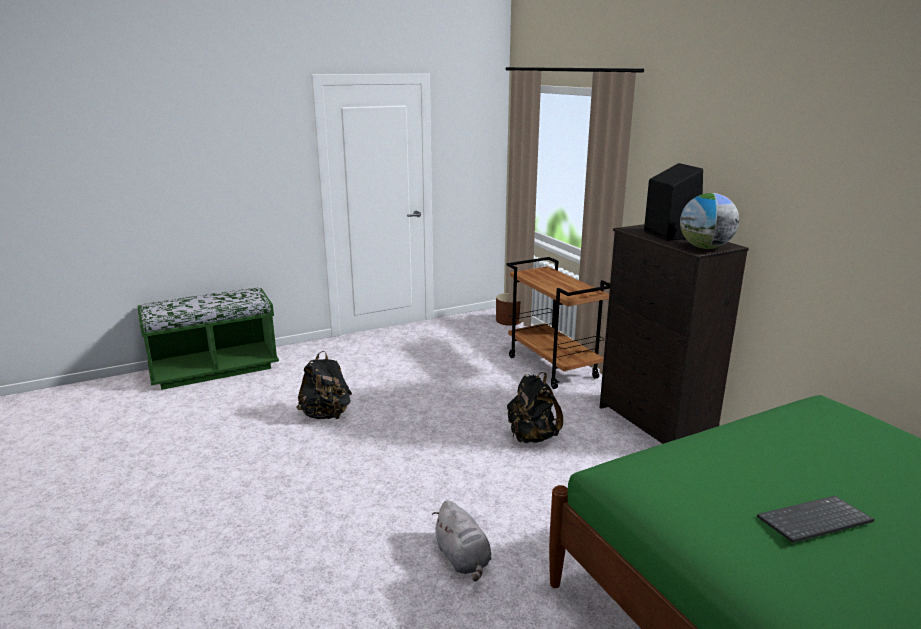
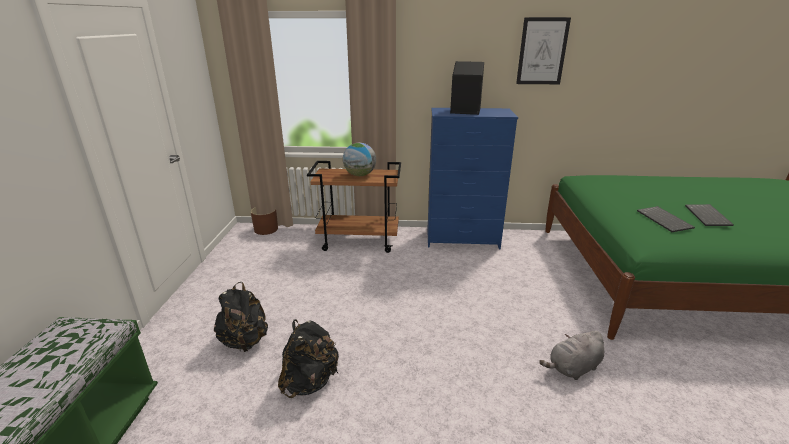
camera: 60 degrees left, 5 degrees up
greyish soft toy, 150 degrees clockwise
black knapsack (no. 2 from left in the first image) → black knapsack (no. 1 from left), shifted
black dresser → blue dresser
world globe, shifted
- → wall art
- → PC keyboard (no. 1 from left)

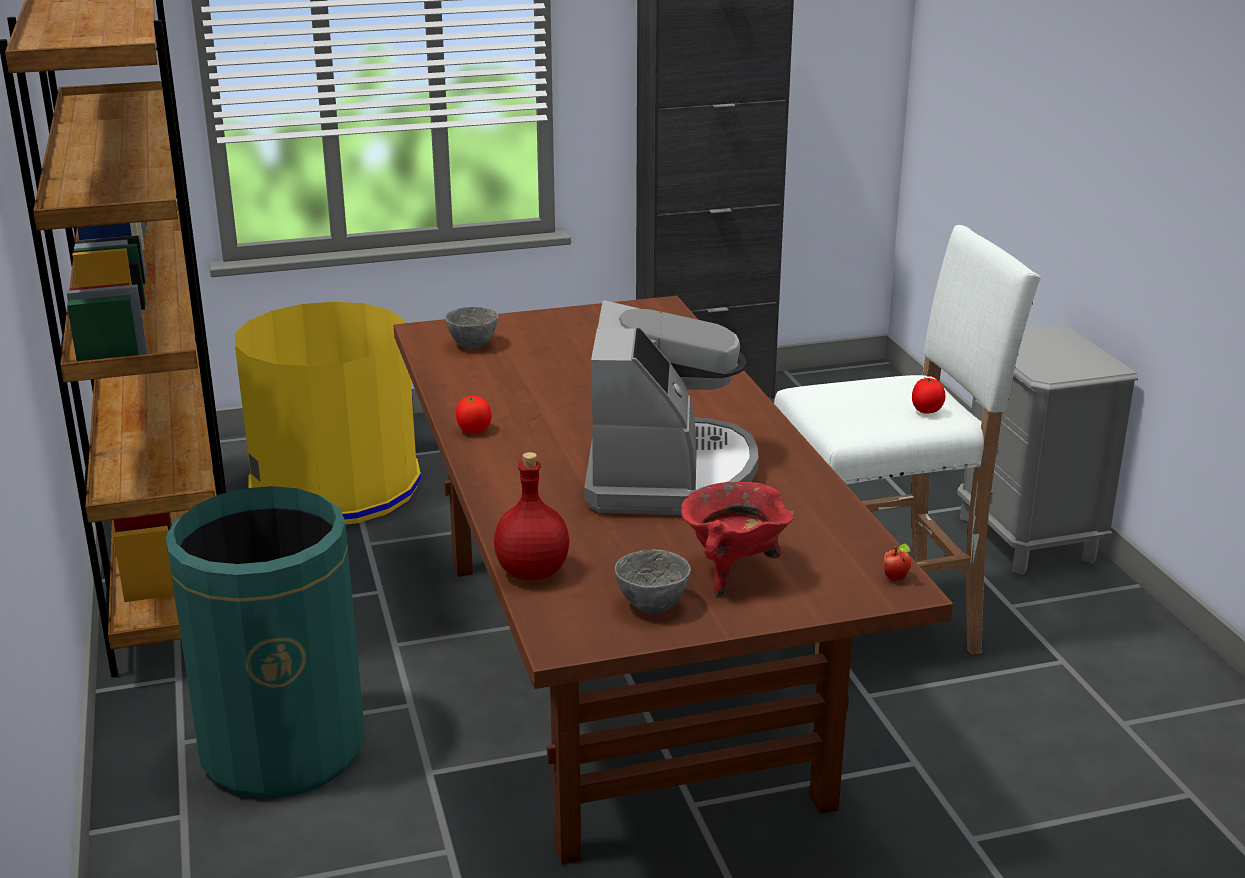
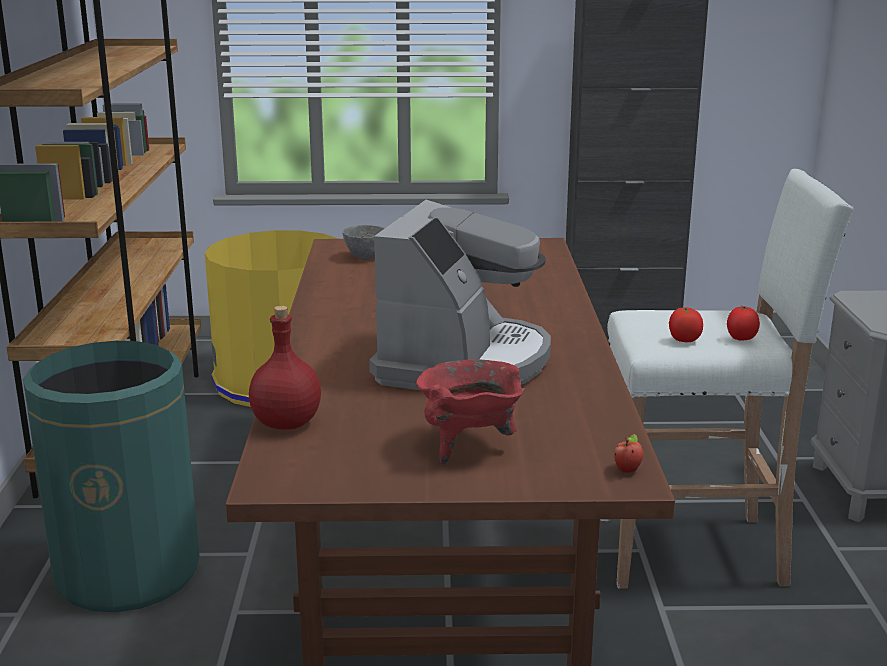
camera: 15 degrees right, 5 degrees down
whole tomato (no. 1 from left), shifted
greyish bowl (no. 2 from left) → -

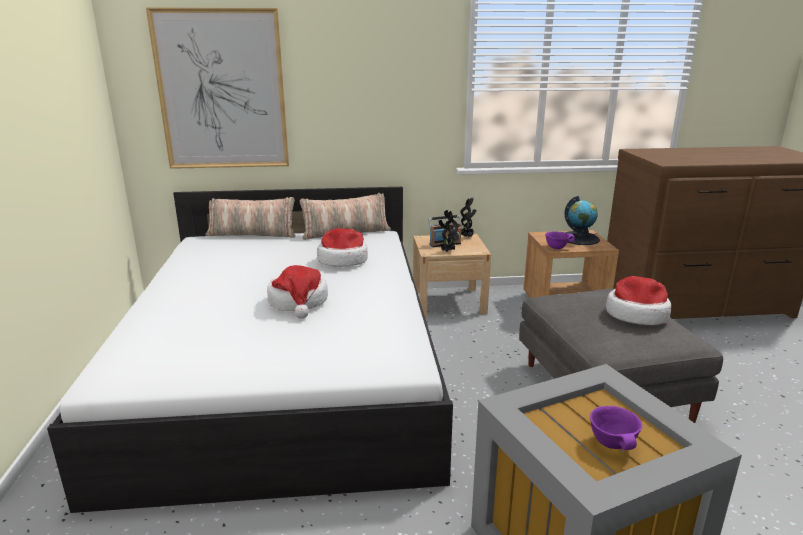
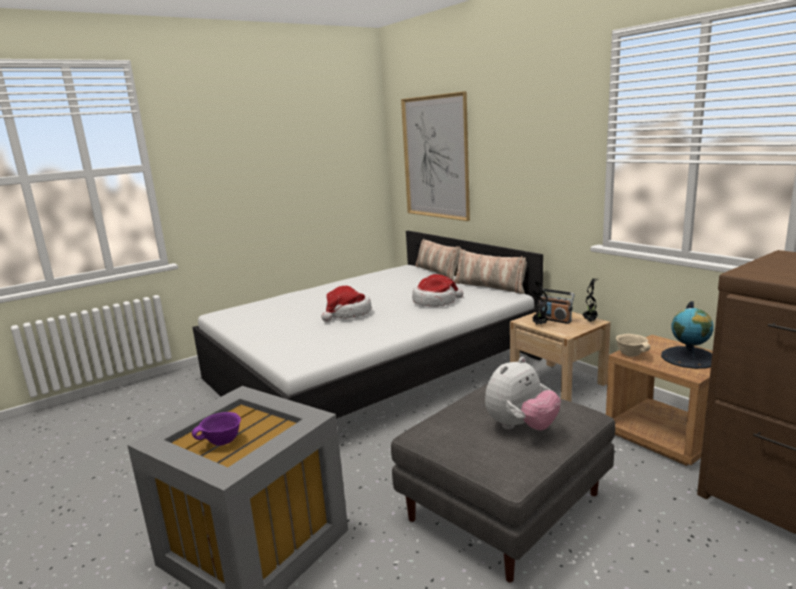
camera: 60 degrees right, 5 degrees down
purple bowl (no. 1 from left) → beige-coloured bowl
clothing hat (no. 3 from left) → soft toy

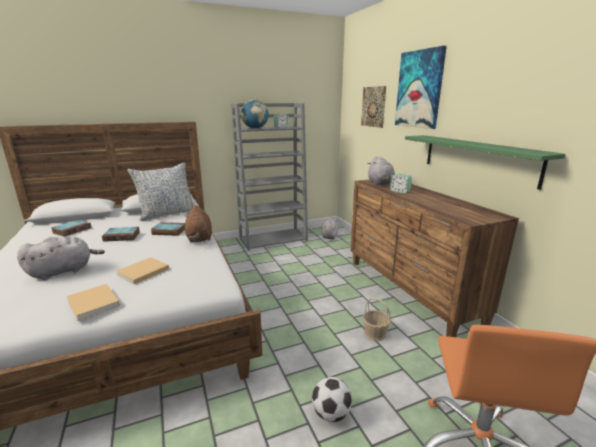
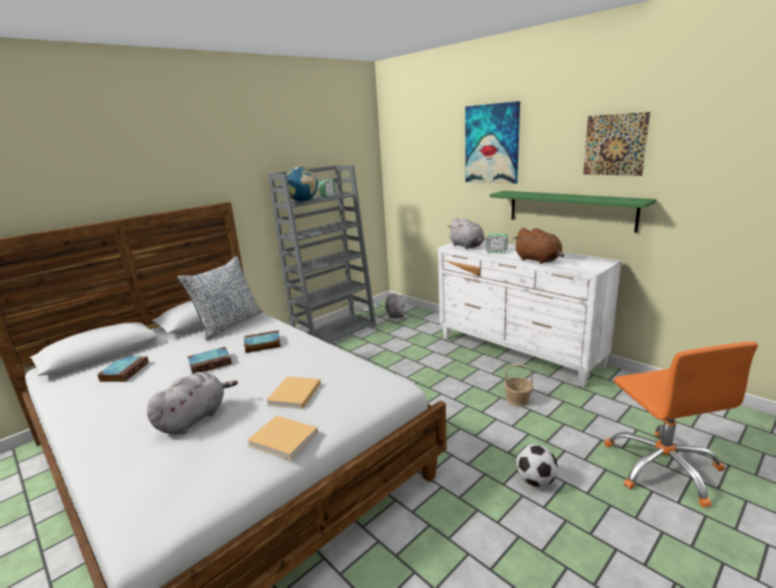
camera: 20 degrees left, 0 degrees up
brown soft toy, shifted
brown dresser → whitish dresser
wall art (no. 1 from left in the first image) → wall art (no. 2 from left), shifted

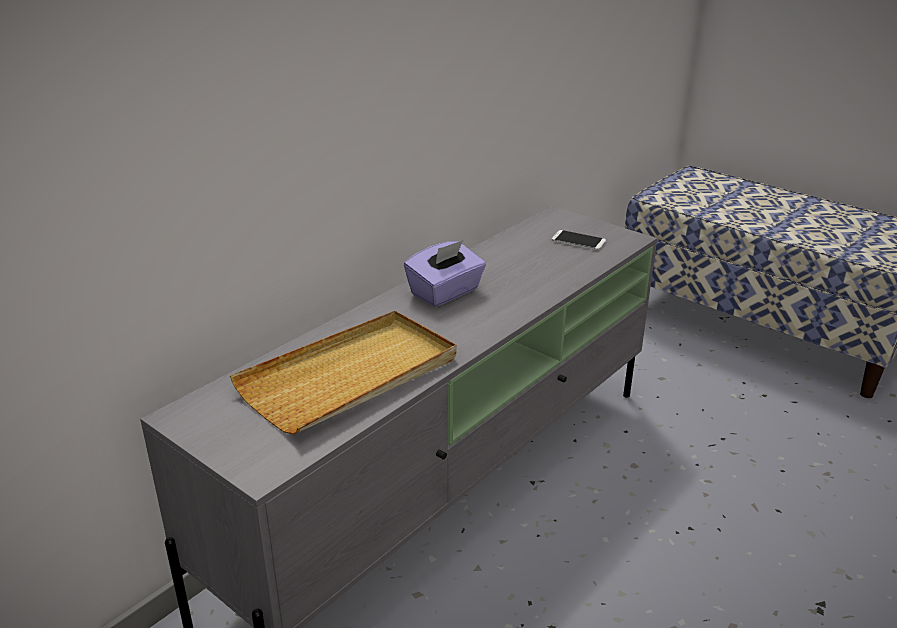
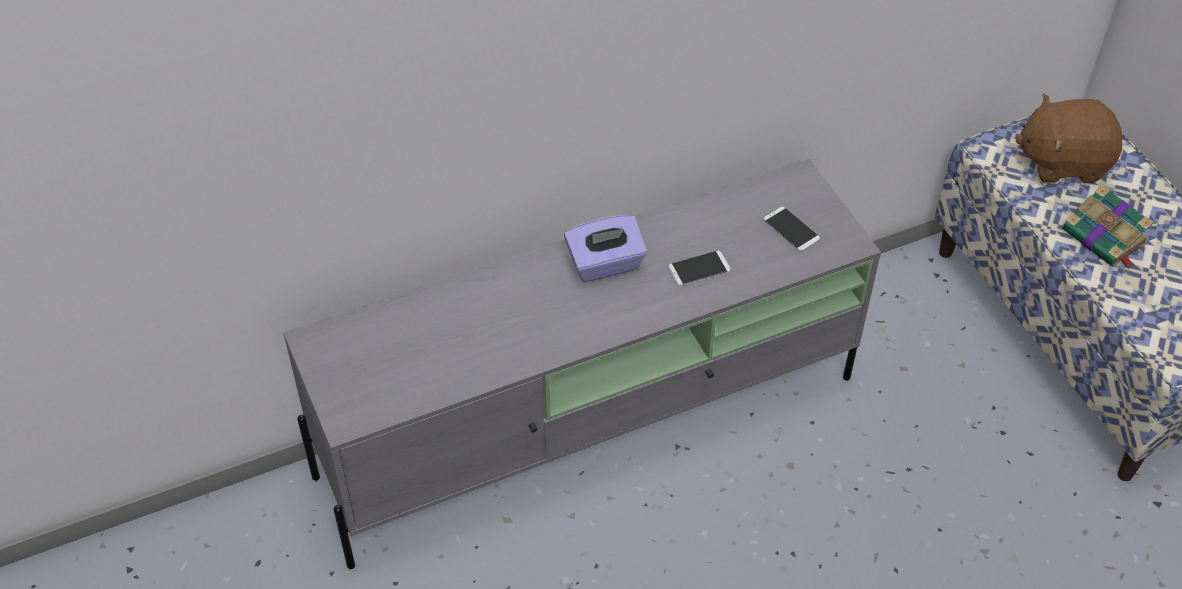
camera: 25 degrees right, 20 degrees up
beige-coloured carrying tray → -
- → handset (no. 1 from left)
- → brown soft toy
- → book

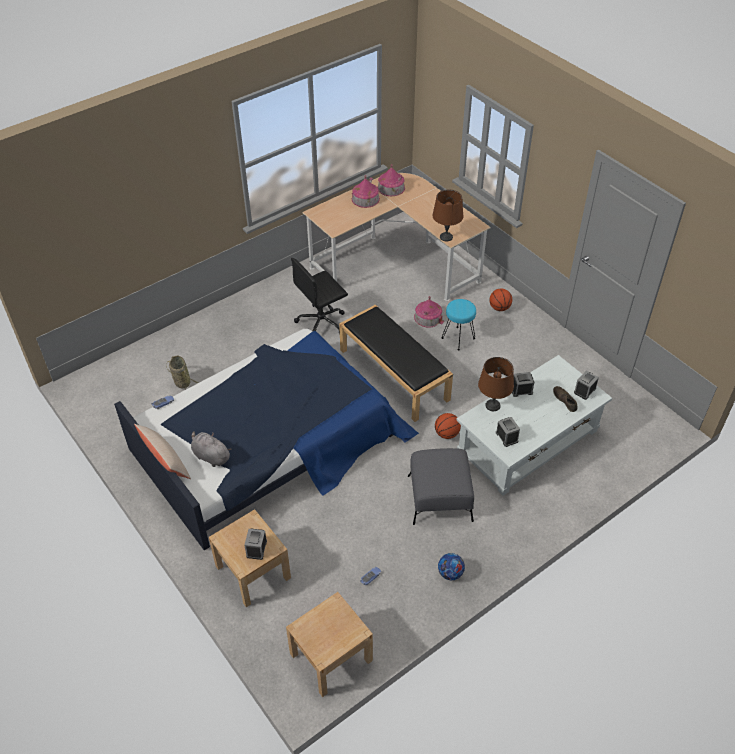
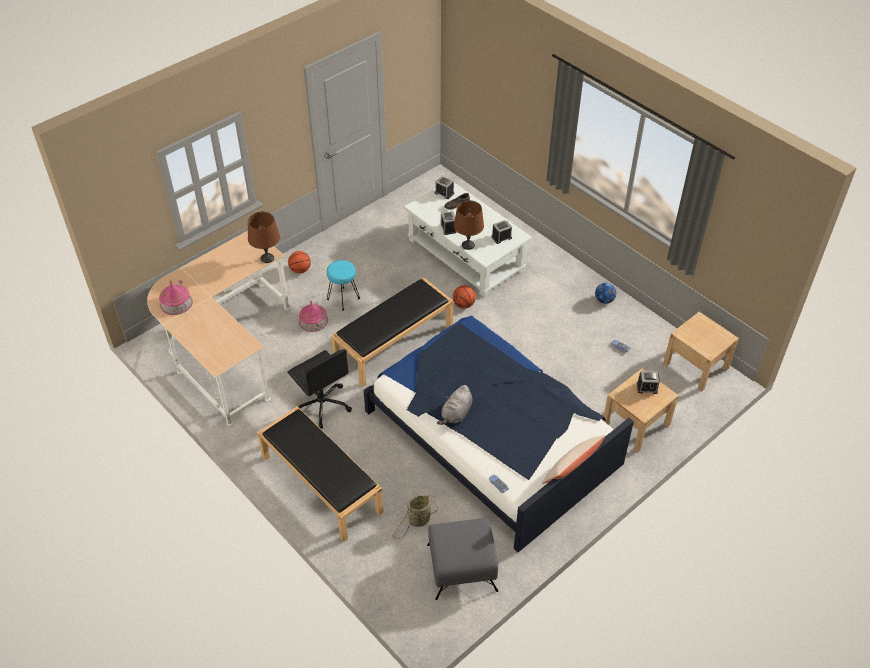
camera: 95 degrees left, 0 degrees up
greyish soft toy, shifted
toy house (no. 1 from left) → -
greyish pouffe, shifted
- → black bench (no. 1 from left)

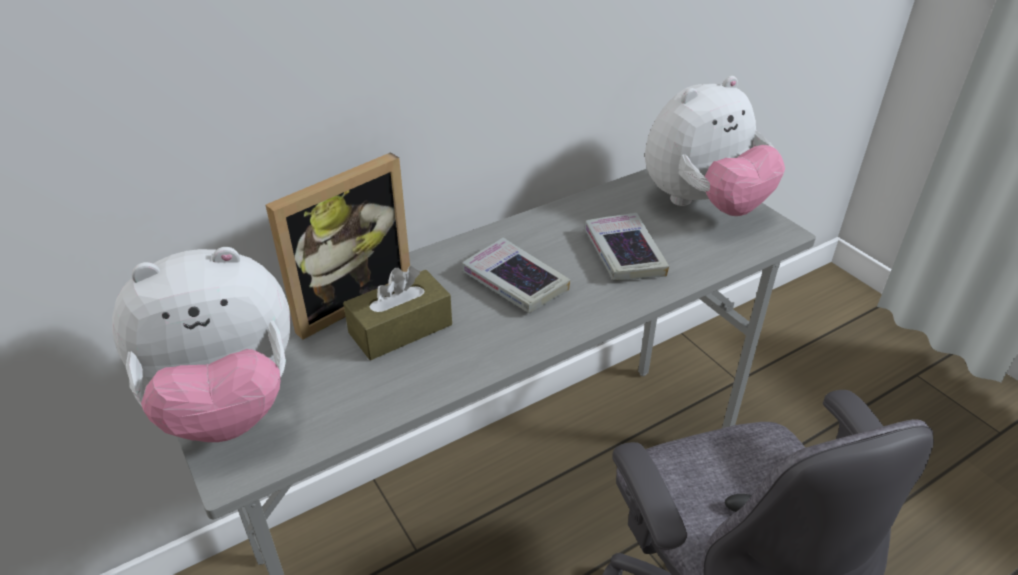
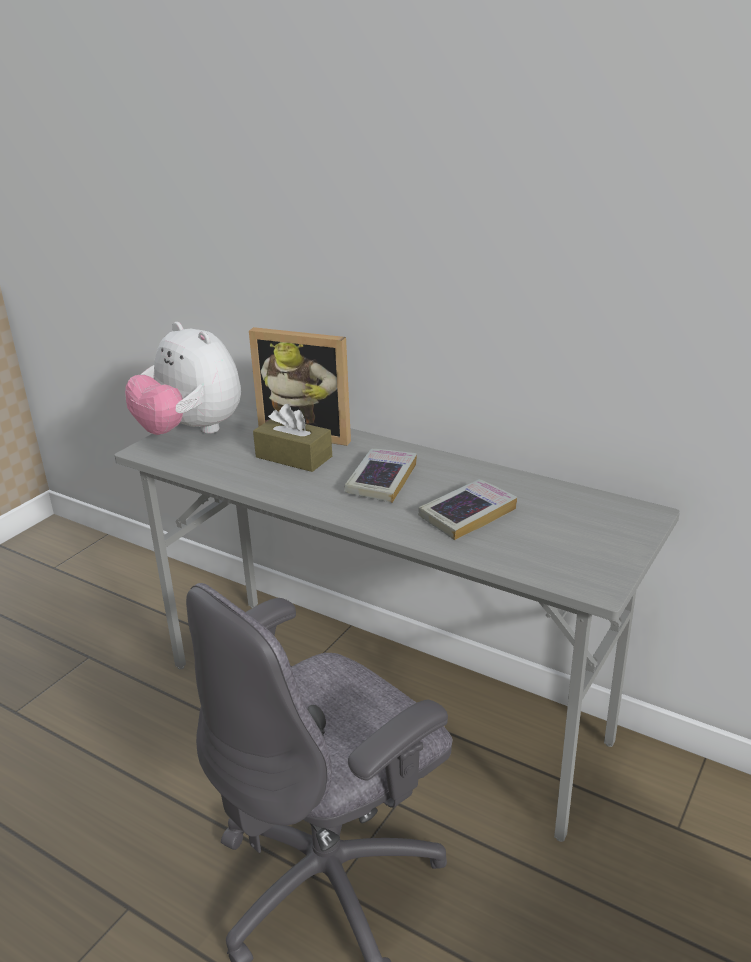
camera: 65 degrees right, 10 degrees down
soft toy (no. 2 from left) → -

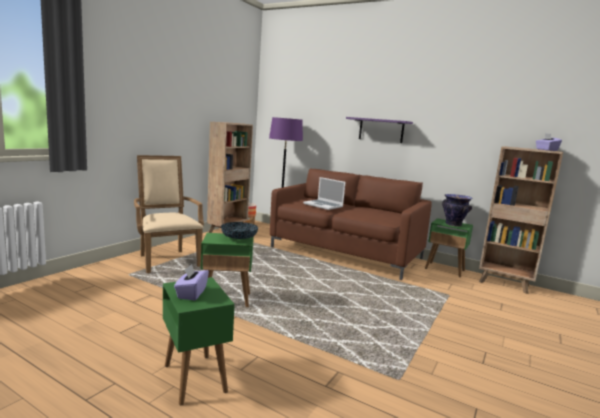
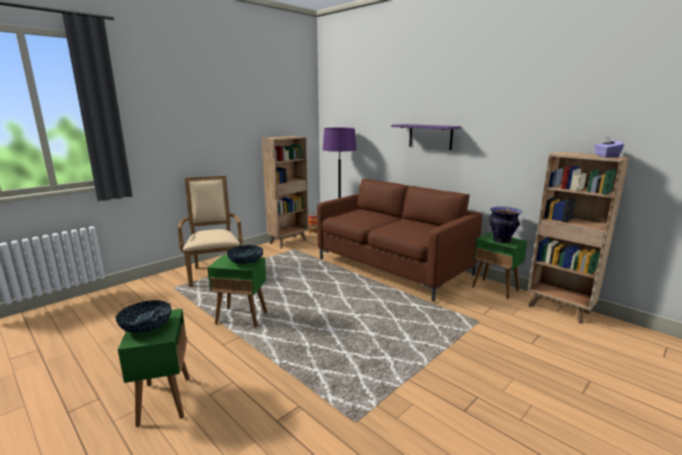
camera: 15 degrees right, 5 degrees up
purple tissue box (no. 1 from left) → bowl (no. 1 from left)
portable computer → -

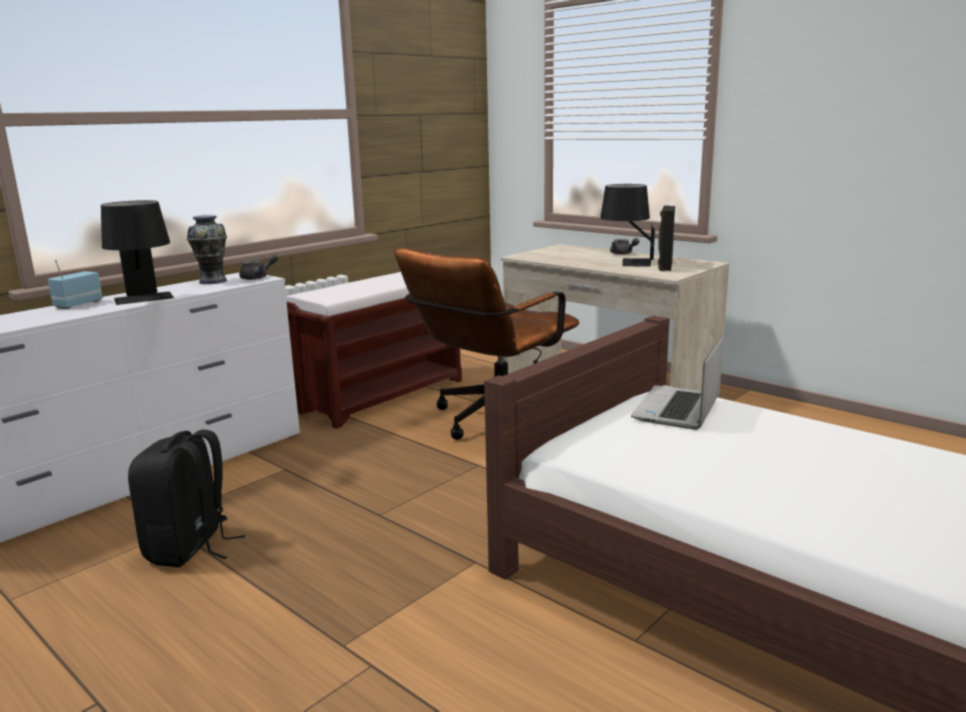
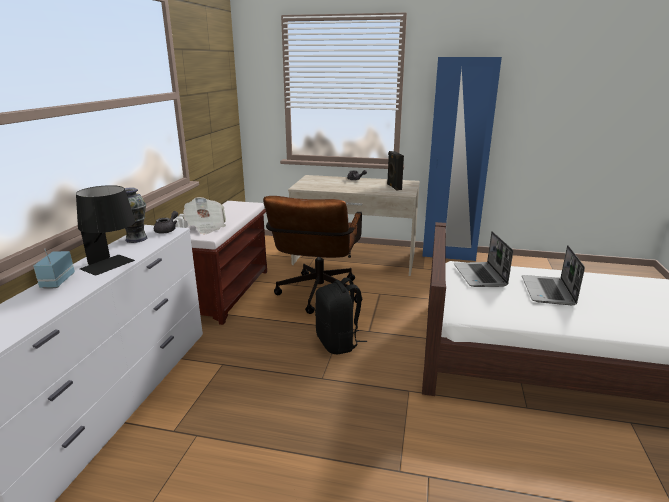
camera: 30 degrees left, 5 degrees up
black knapsack, shifted
black tabletop lamp (no. 2 from left) → -
- → printed paper
- → blue armoire
- → portable computer (no. 2 from left)

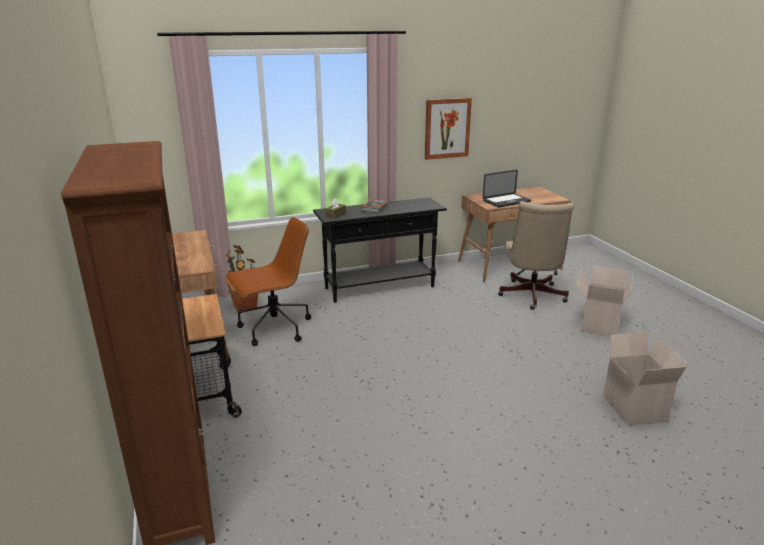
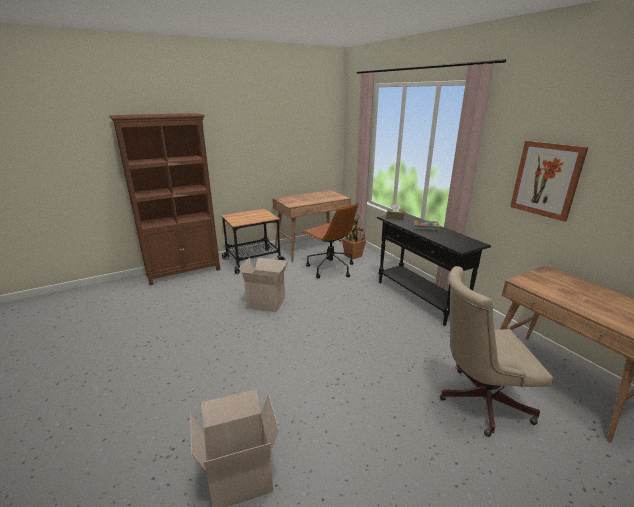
camera: 80 degrees right, 0 degrees up
portable computer → -
cardboard box (no. 1 from left in the first image) → cardboard box (no. 2 from left), shifted

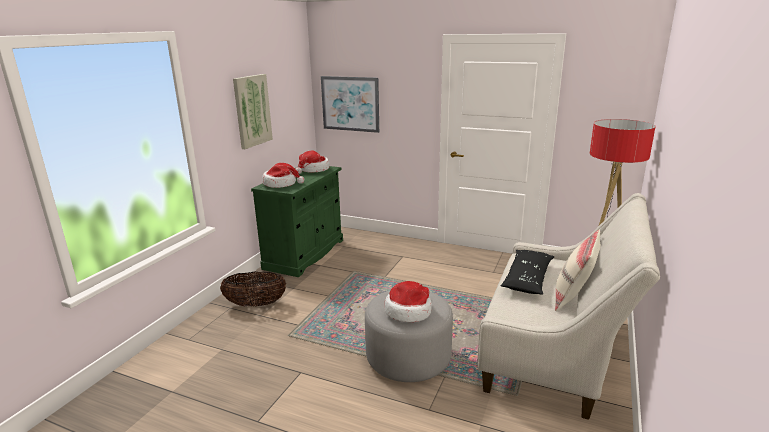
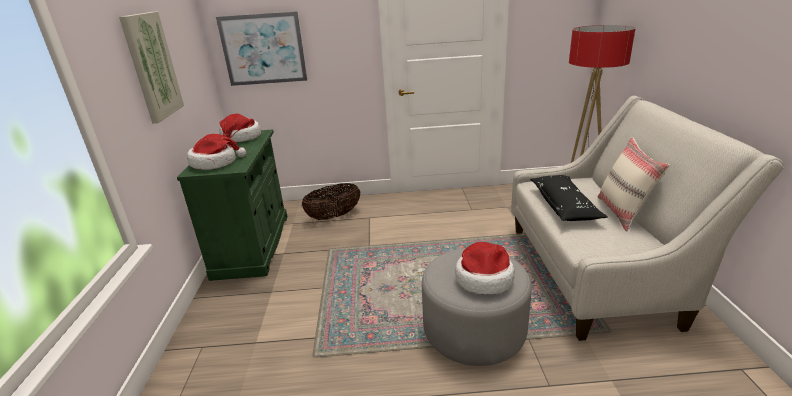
camera: 25 degrees left, 5 degrees up
household basket, shifted

